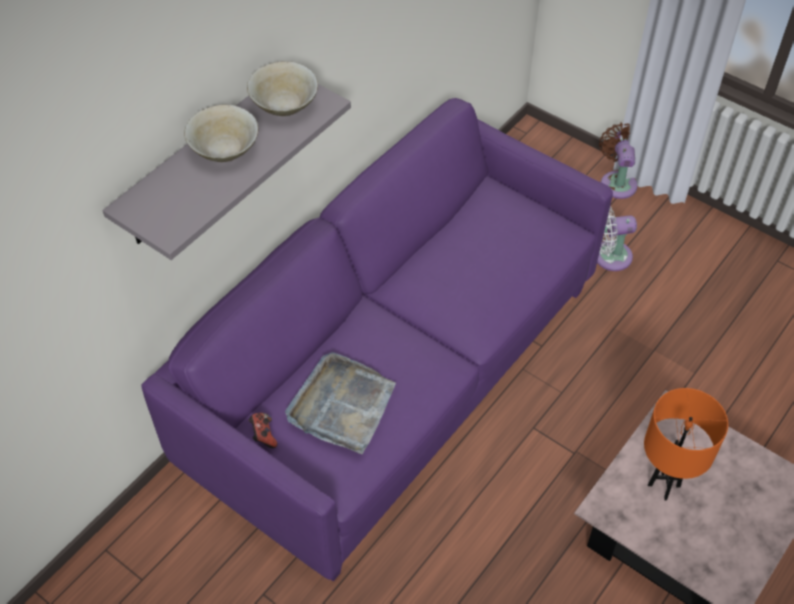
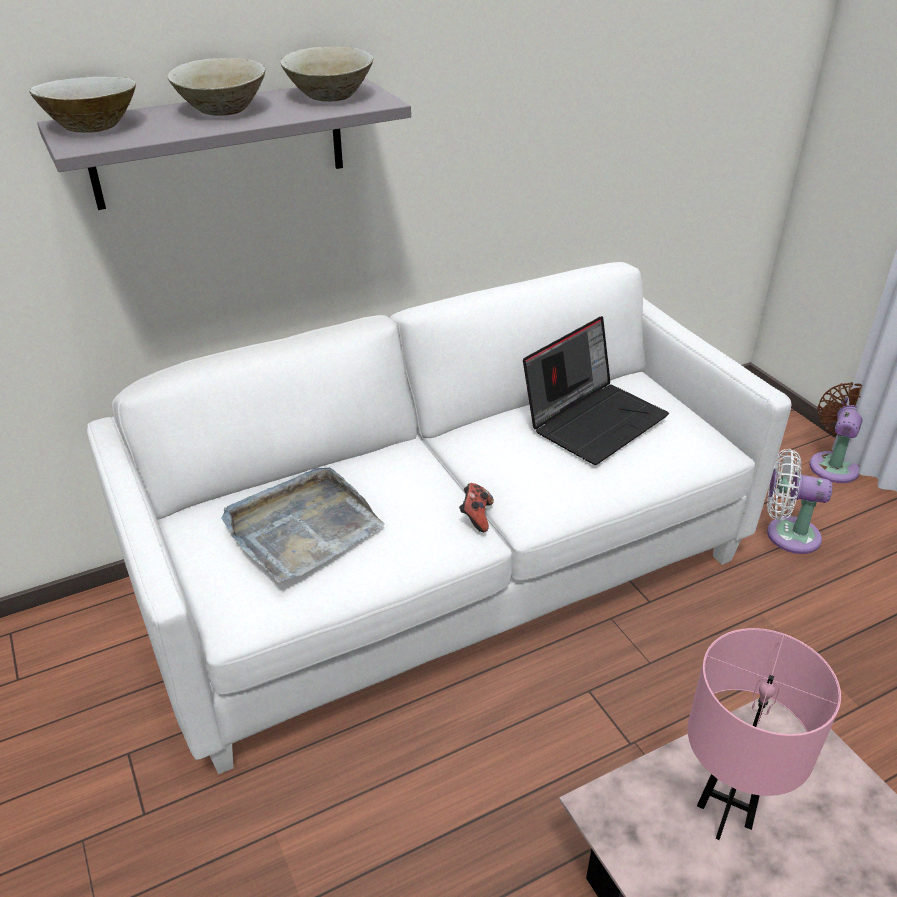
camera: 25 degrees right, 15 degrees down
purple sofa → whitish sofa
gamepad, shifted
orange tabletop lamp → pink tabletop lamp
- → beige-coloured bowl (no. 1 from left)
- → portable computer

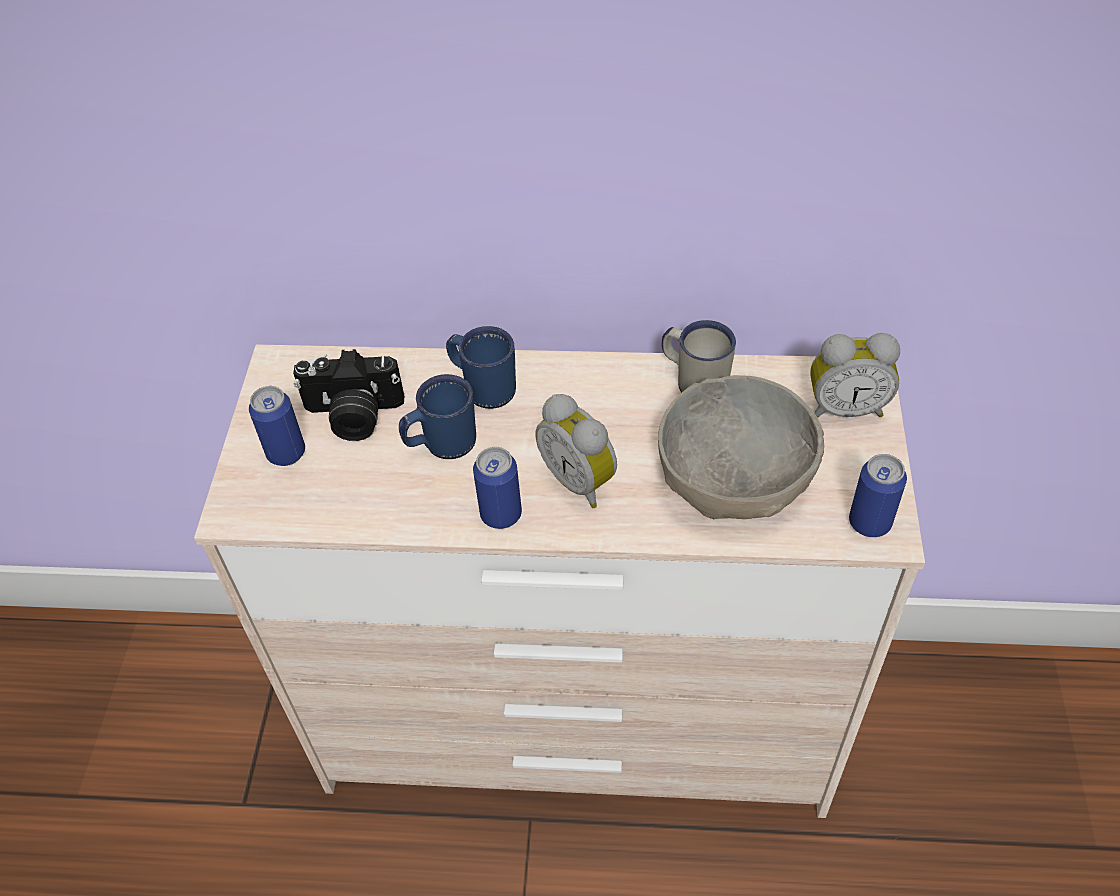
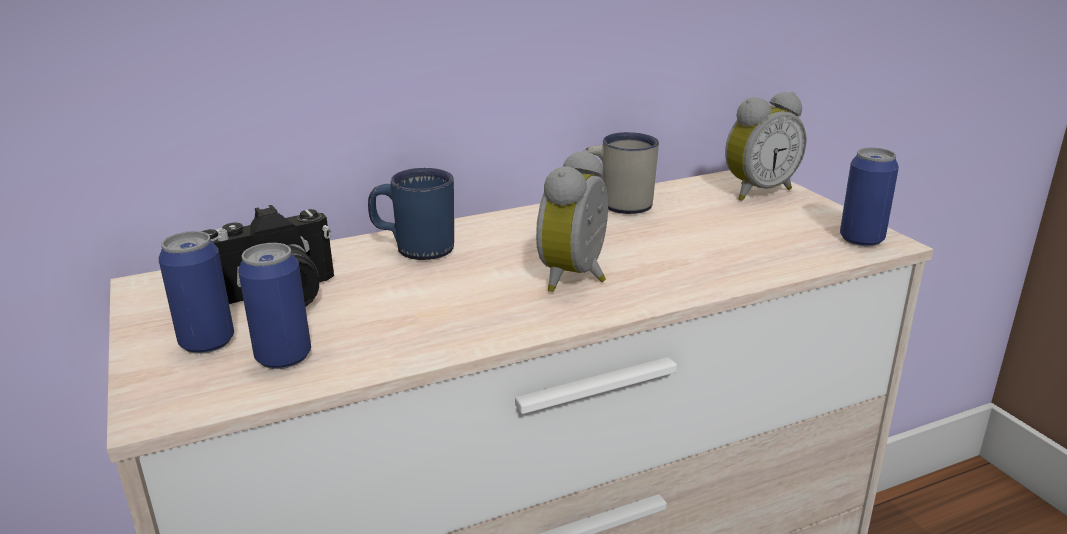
camera: 30 degrees left, 25 degrees down
blue tea mug (no. 1 from left) → -
can (no. 2 from left), shifted
bedside clock (no. 1 from left), 90 degrees clockwise
greyish bowl → -

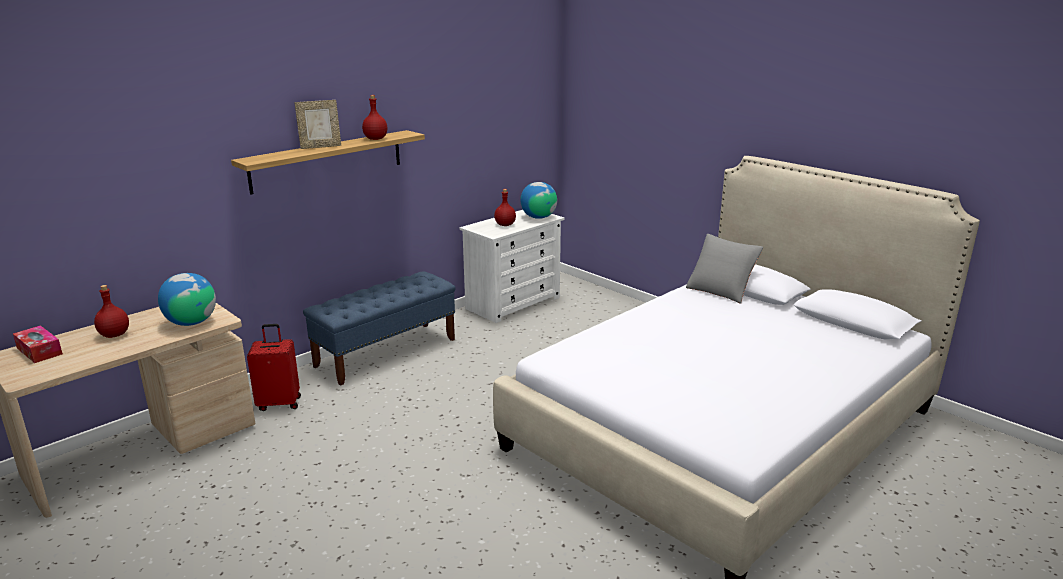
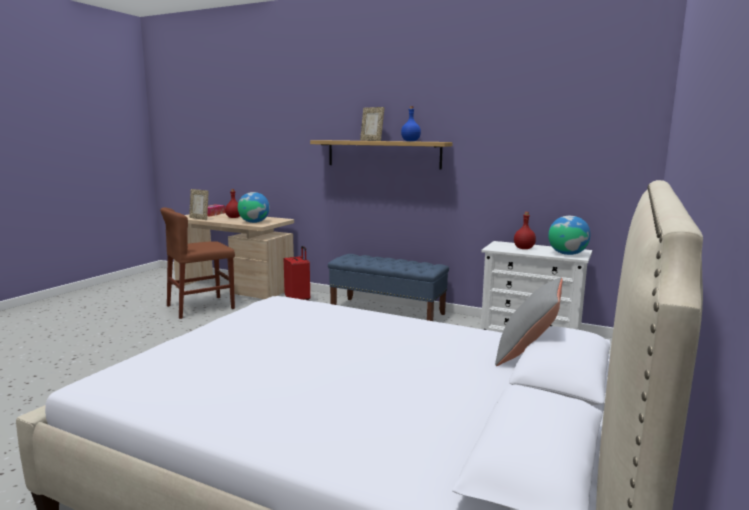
camera: 70 degrees right, 10 degrees down
reddish drink bottle (no. 2 from left) → blue drink bottle
- → brown upright chair
- → standing frame (no. 1 from left)

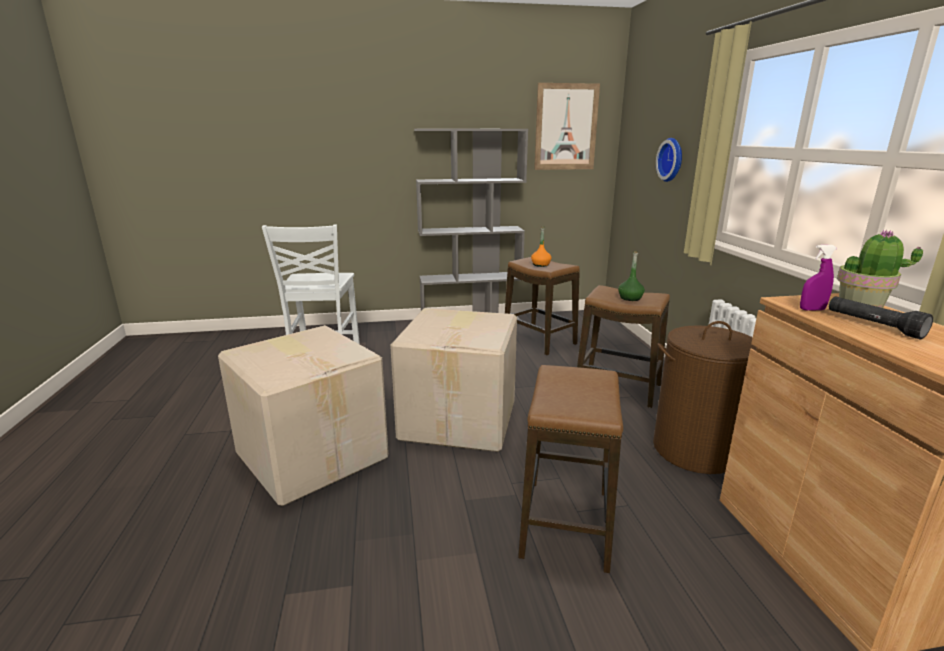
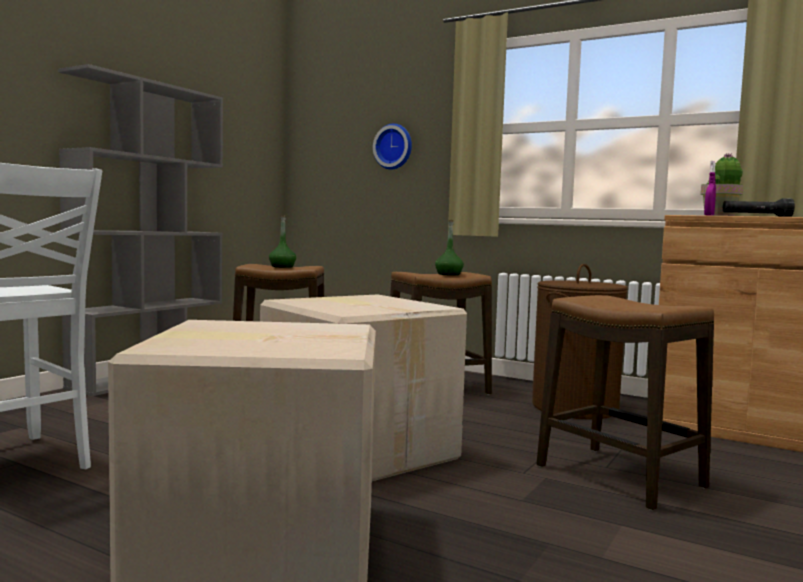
camera: 50 degrees left, 15 degrees down
orange drink bottle → green drink bottle (no. 1 from left)
wall art → -

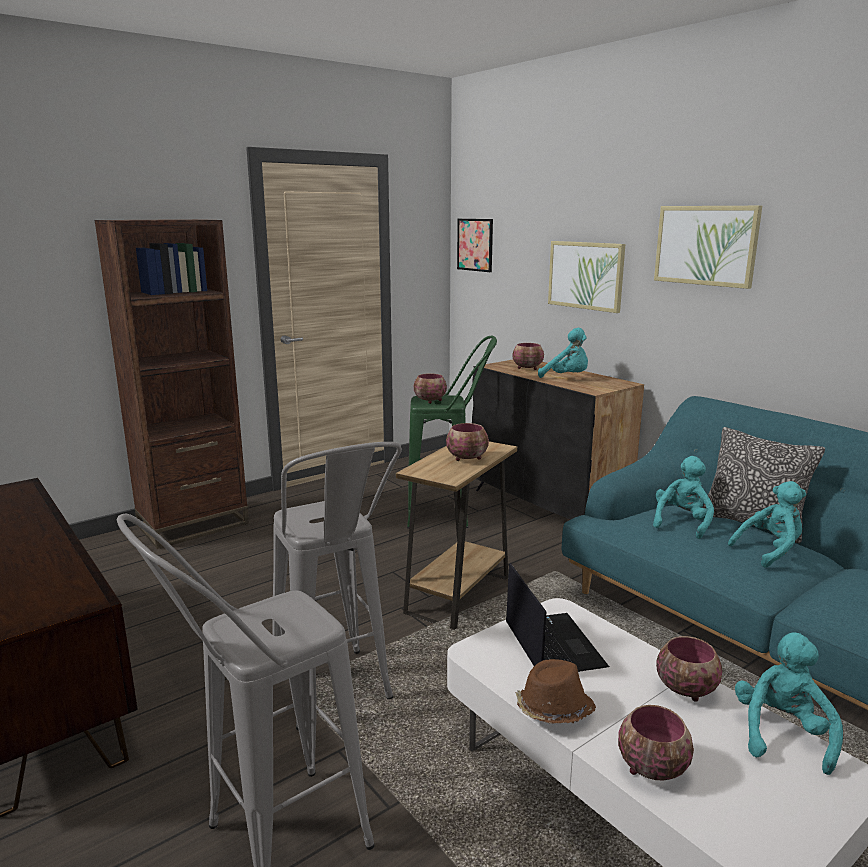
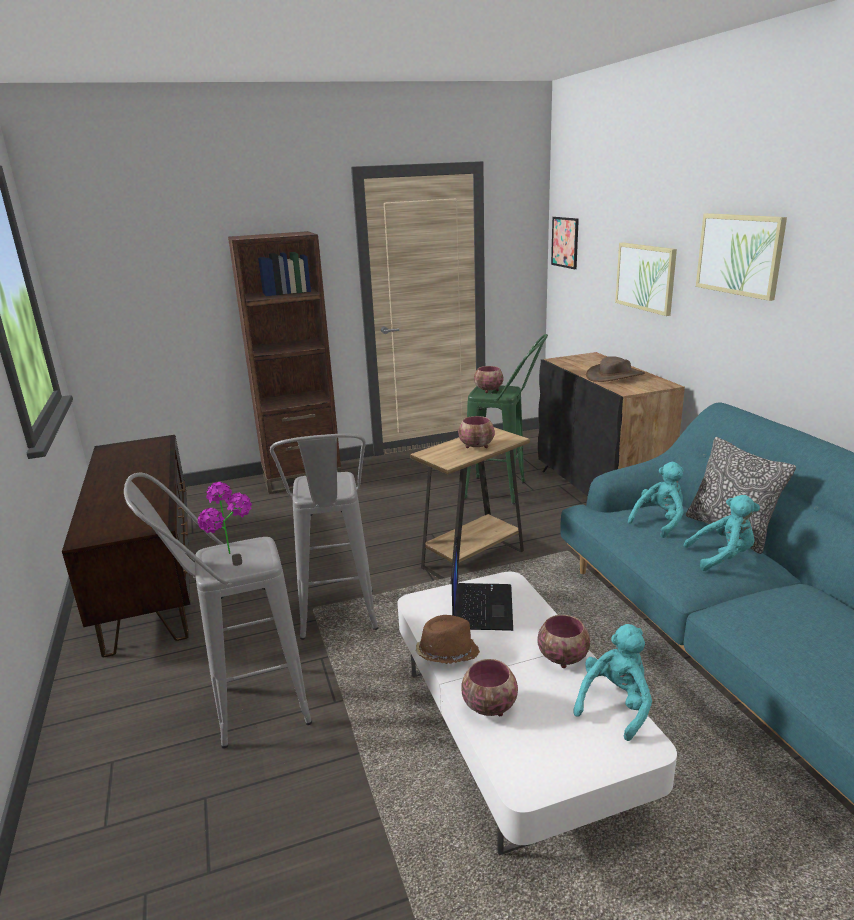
camera: 20 degrees right, 5 degrees up
bowl (no. 3 from left) → -
turquoise-coloured soft toy (no. 1 from left) → brown clothing hat (no. 2 from left)
- → houseplant

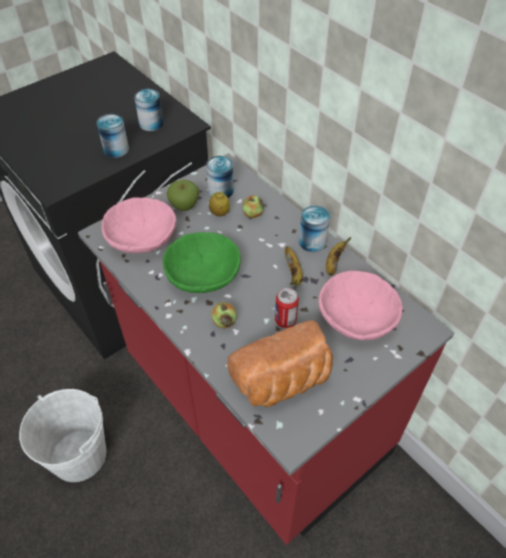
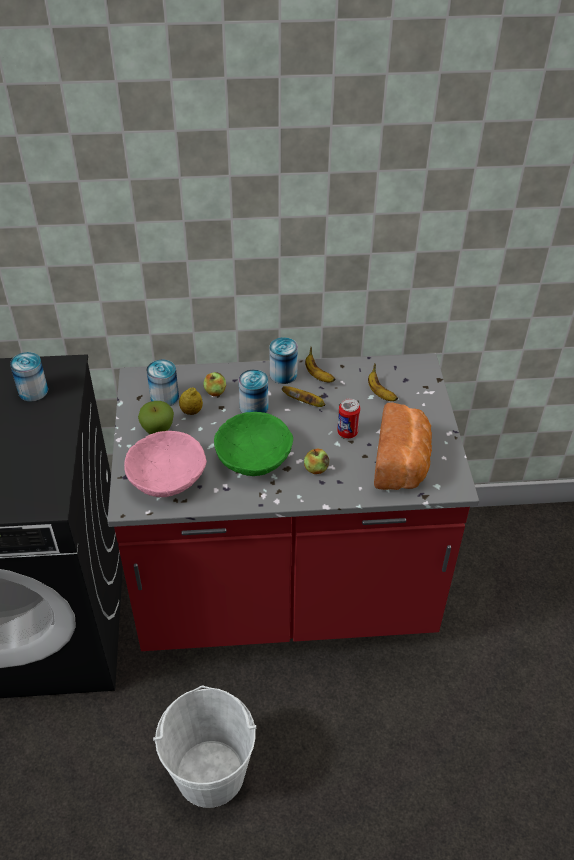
camera: 55 degrees left, 5 degrees down
can (no. 1 from left in the first image) → can (no. 3 from left), shifted
pink bowl (no. 2 from left) → banana (no. 3 from left)

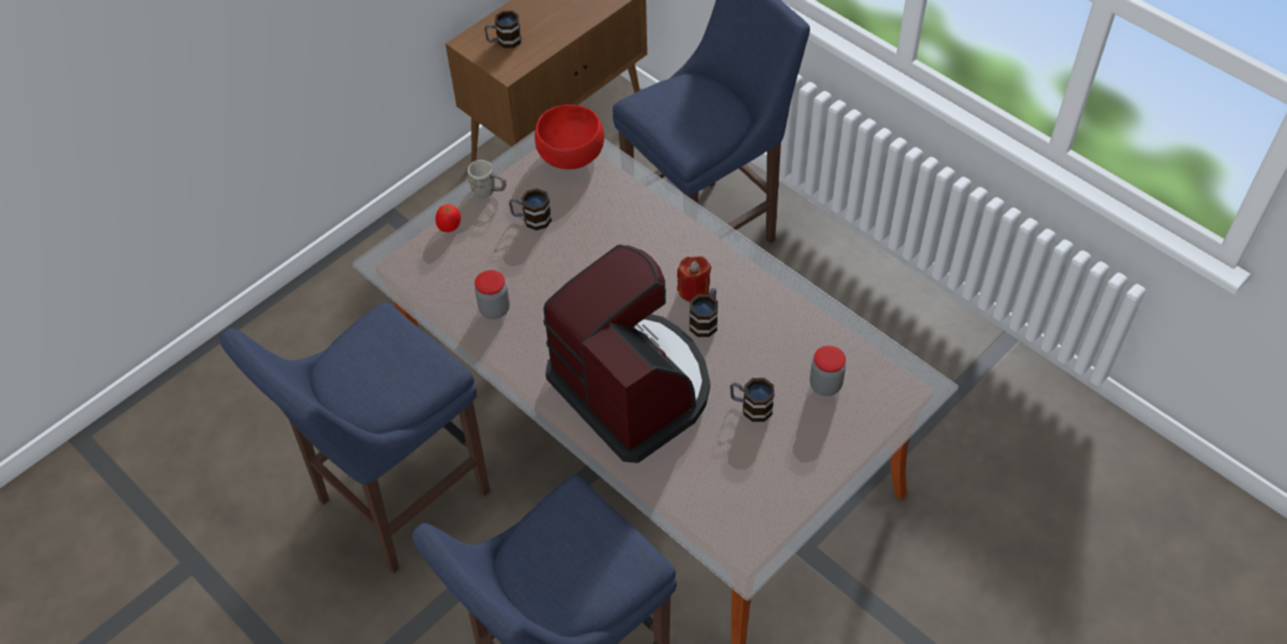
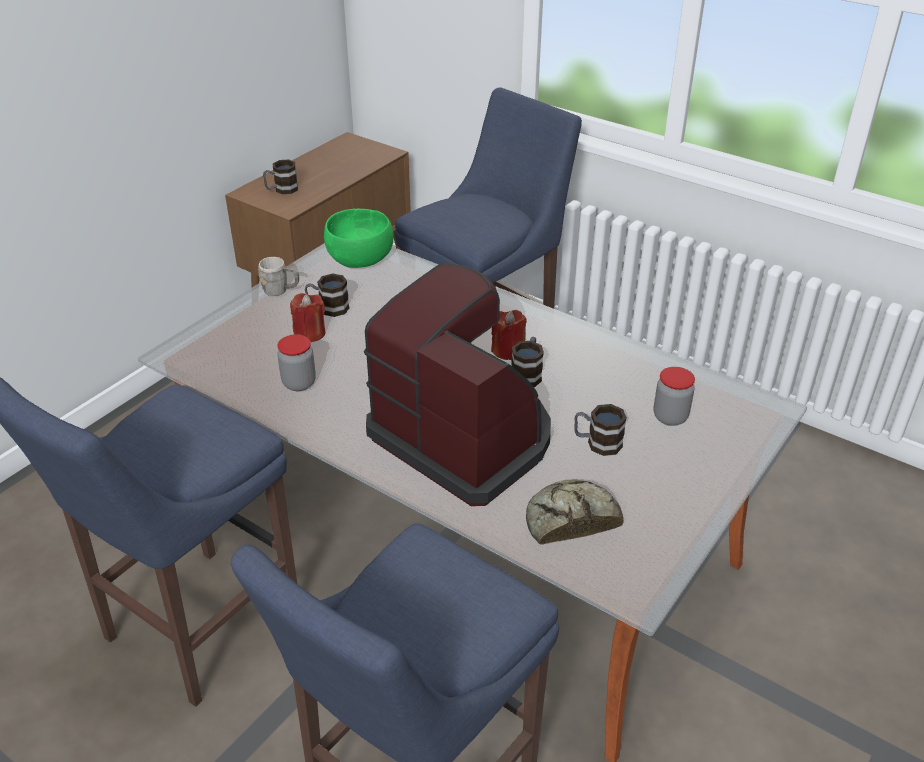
camera: 10 degrees left, 15 degrees down
whole tomato → -
reddish bowl → green bowl
- → reddish candle (no. 1 from left)
- → bread

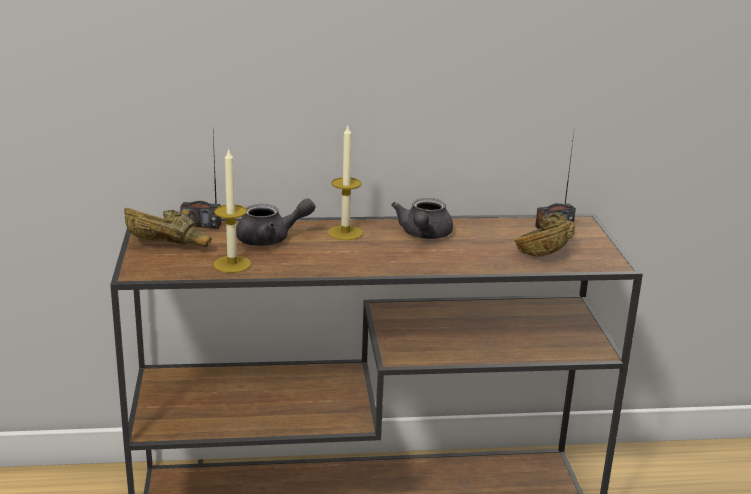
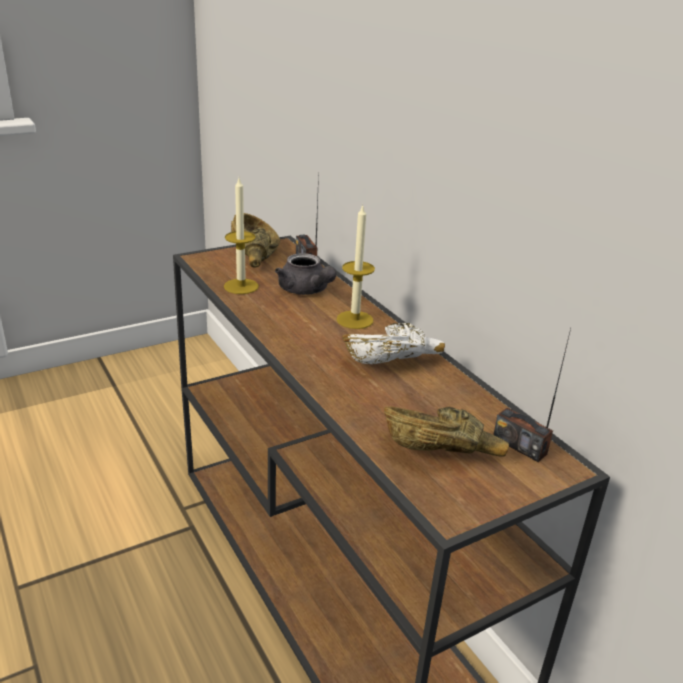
camera: 65 degrees right, 5 degrees up
greyish teapot (no. 2 from left) → whitish bowl

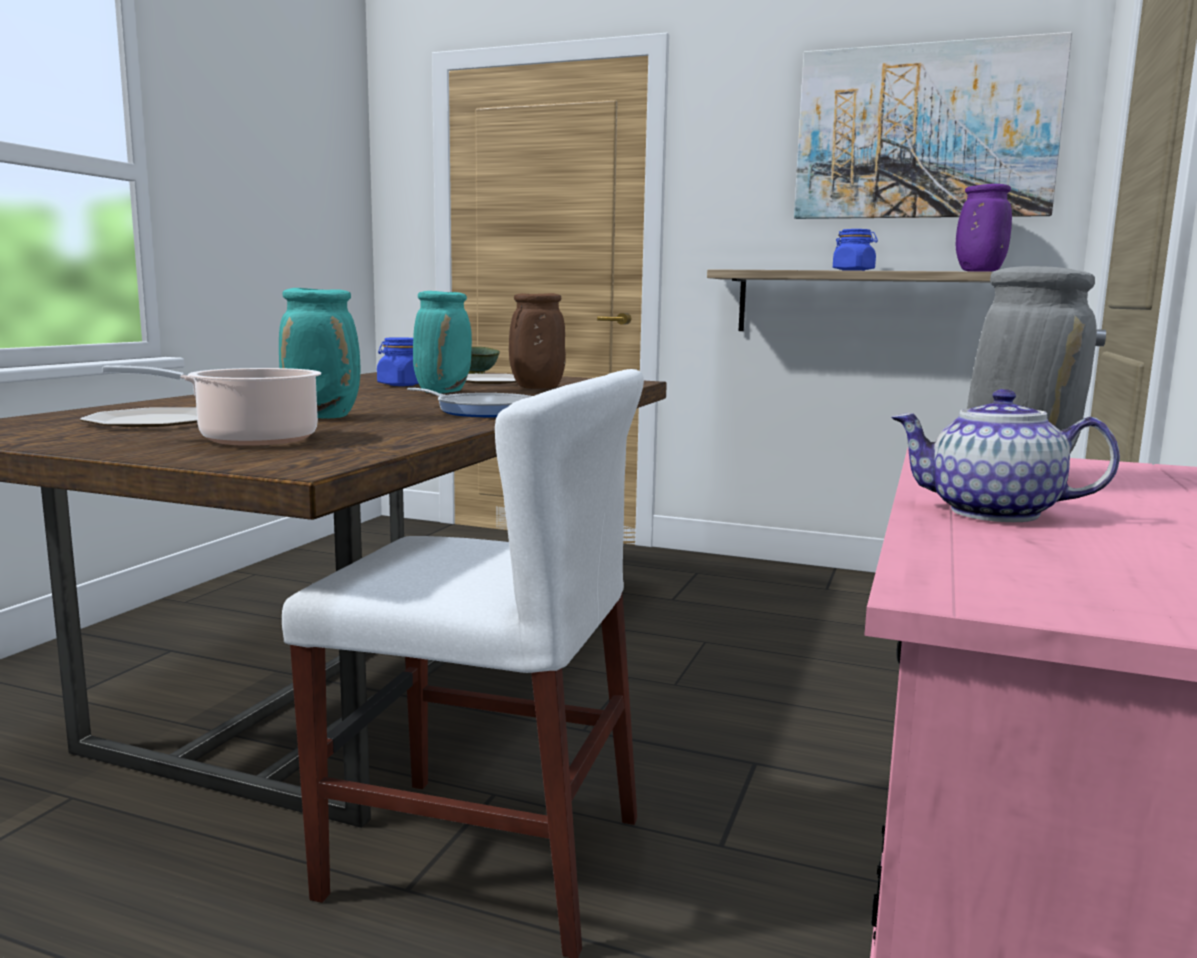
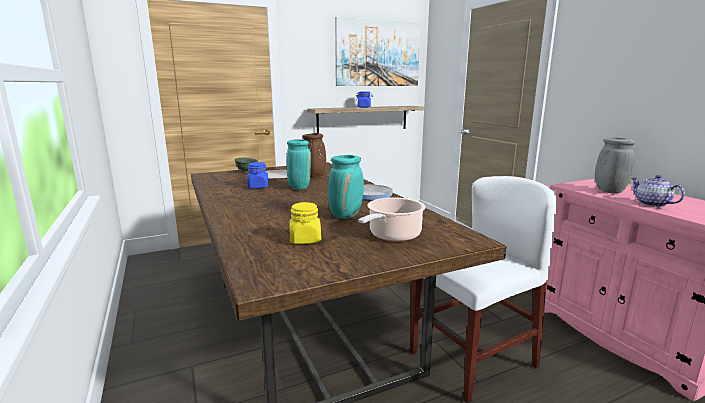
camera: 45 degrees left, 5 degrees up
flat dish (no. 1 from left) → yellowish preserve jar
teapot, 90 degrees clockwise
purple flower vase → -

